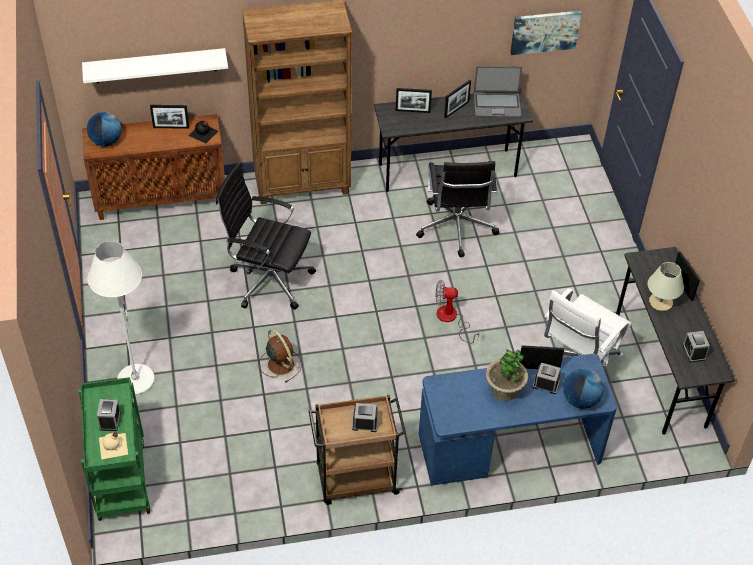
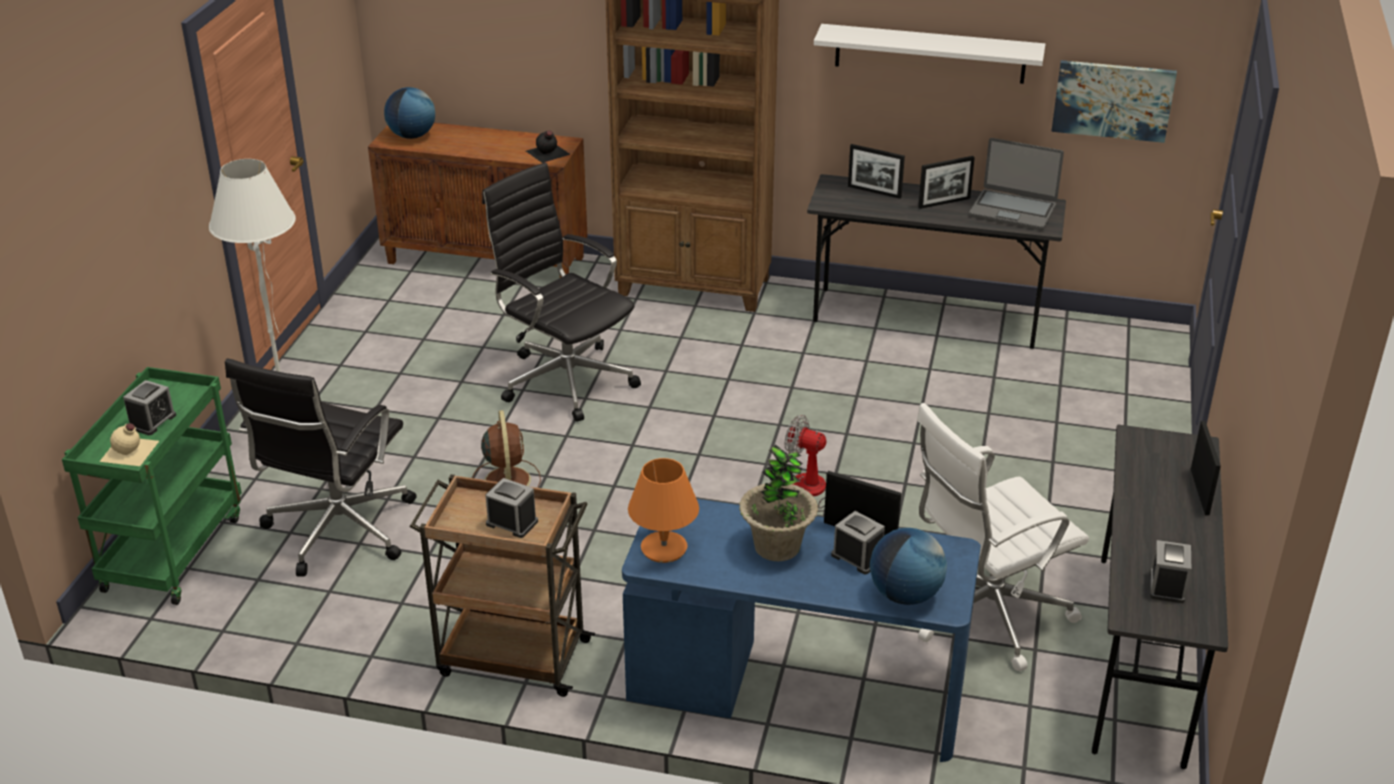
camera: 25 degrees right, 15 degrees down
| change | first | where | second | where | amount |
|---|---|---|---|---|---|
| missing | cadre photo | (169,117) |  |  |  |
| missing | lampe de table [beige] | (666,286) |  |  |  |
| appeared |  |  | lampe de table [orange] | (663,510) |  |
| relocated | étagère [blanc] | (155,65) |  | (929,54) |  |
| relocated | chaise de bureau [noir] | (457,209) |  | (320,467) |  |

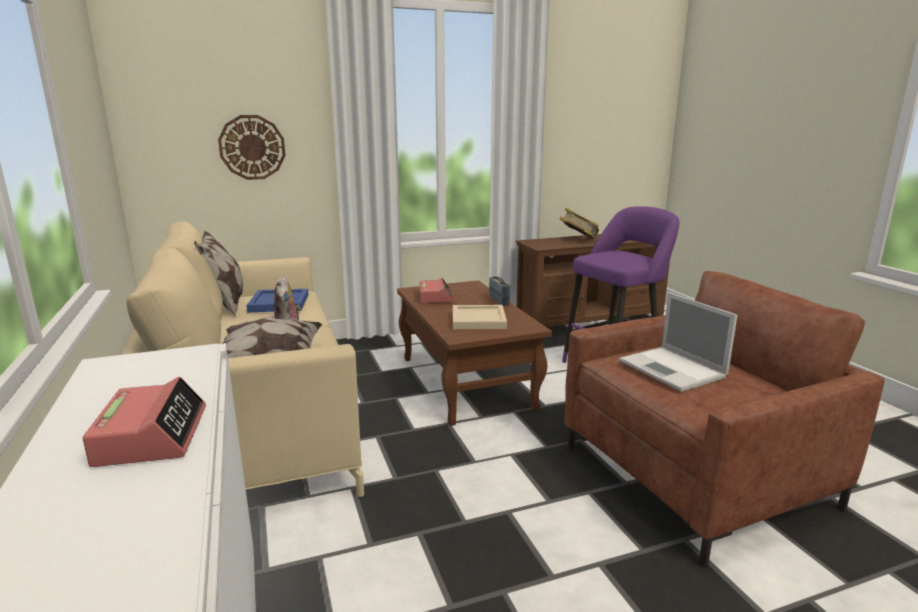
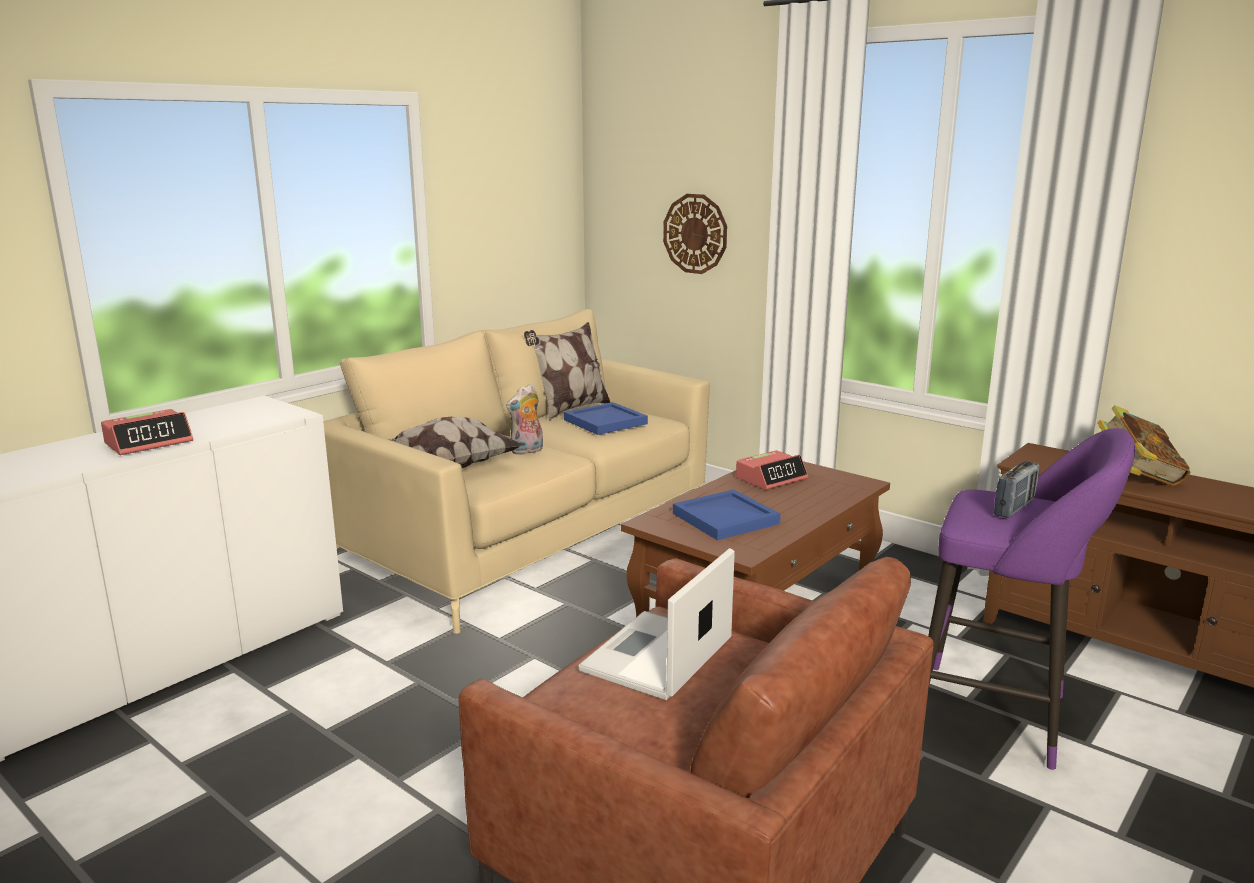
camera: 60 degrees right, 0 degrees up
| change | first | where | second | where | amount |
|---|---|---|---|---|---|
| relocated | radio | (499,291) |  | (1016,489) |  |
| colour | plateau [beige] | (480,317) | plateau [bleu] | (727,515) |  |

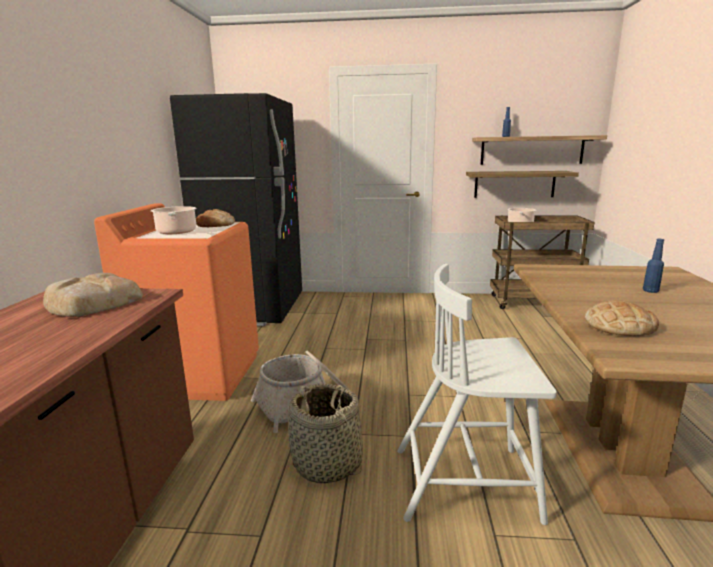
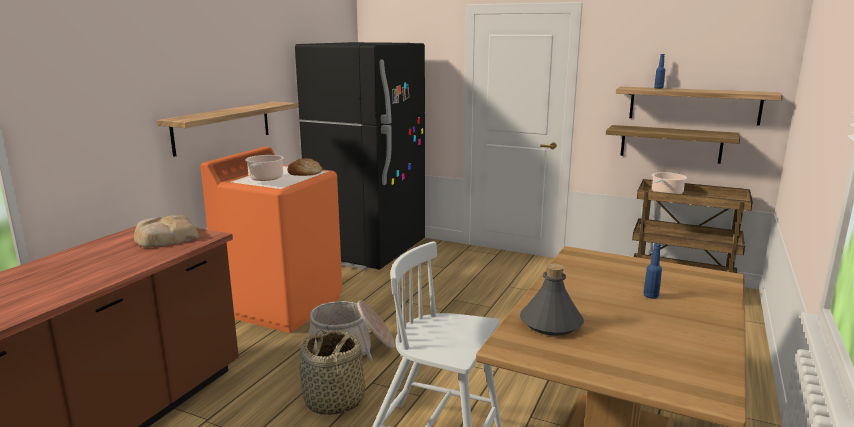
camera: 20 degrees right, 0 degrees up
| change | first | where | second | where | amount |
|---|---|---|---|---|---|
| appeared |  |  | étagère | (227,129) |  |
| exchanged | pain | (622,318) | bouteille [gris] | (552,300) |  |

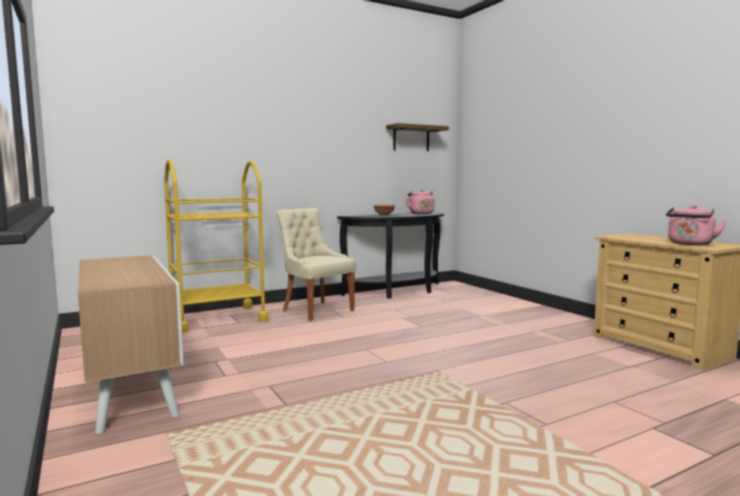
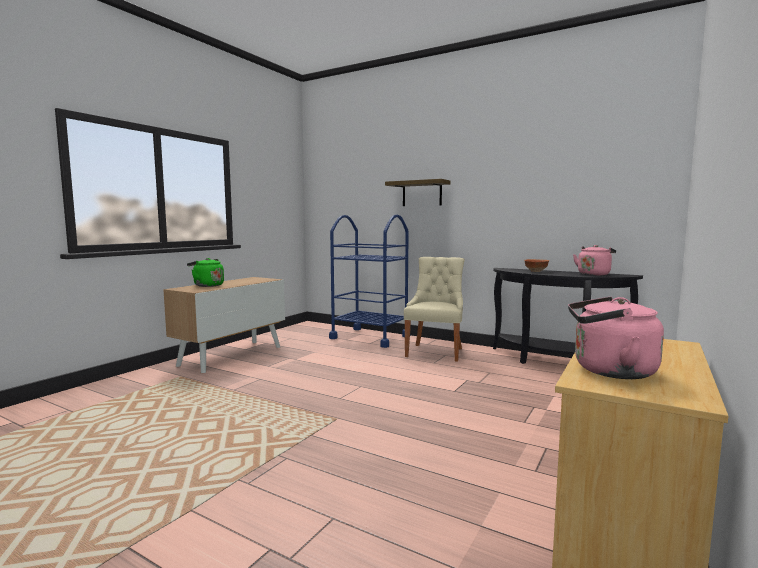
camera: 60 degrees right, 0 degrees up
| change | first | where | second | where | amount |
|---|---|---|---|---|---|
| appeared |  |  | bouilloire [vert] | (205,272) |  |
| relocated | étagère | (417,137) |  | (418,192) |  |
| colour | chariot [jaune] | (216,246) | chariot [bleu] | (369,281) |  |

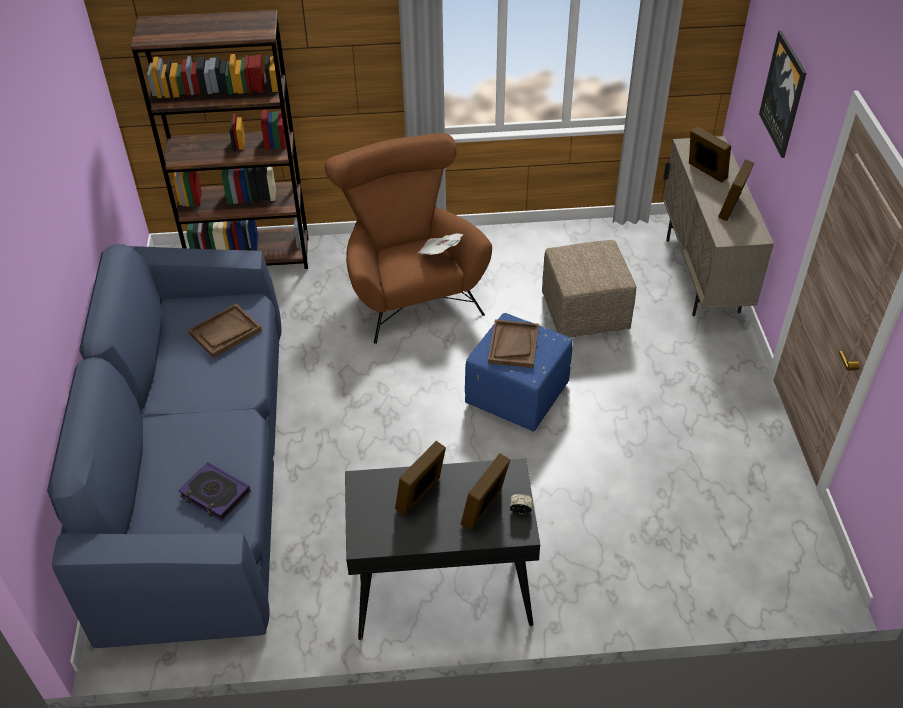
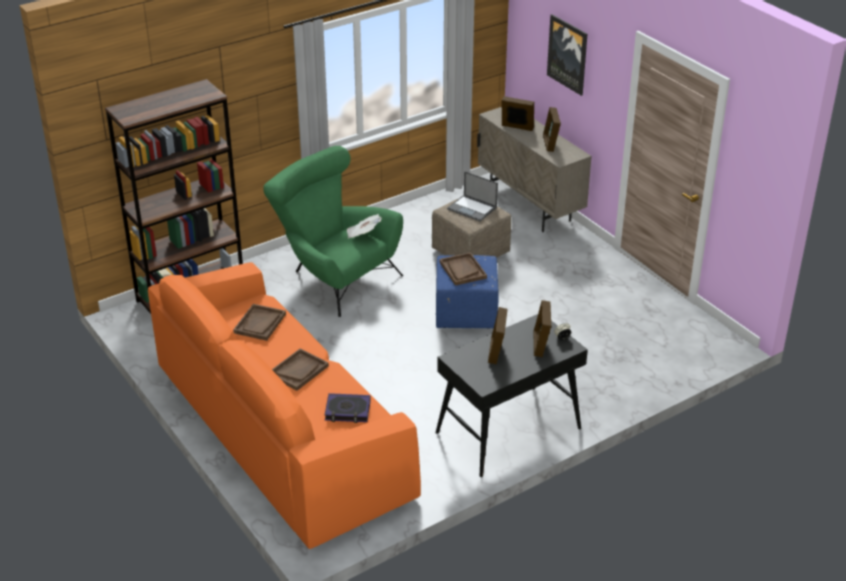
camera: 30 degrees left, 10 degrees down
| change | first | where | second | where | amount |
|---|---|---|---|---|---|
| appeared |  |  | plateau [marron] | (300,370) |  |
| appeared |  |  | ordinateur portable | (472,196) |  |
| colour | canapé [bleu] | (164,446) | canapé [orange] | (284,405) |  |
| colour | fauteuil [marron] | (408,238) | fauteuil [vert] | (333,231) |  |

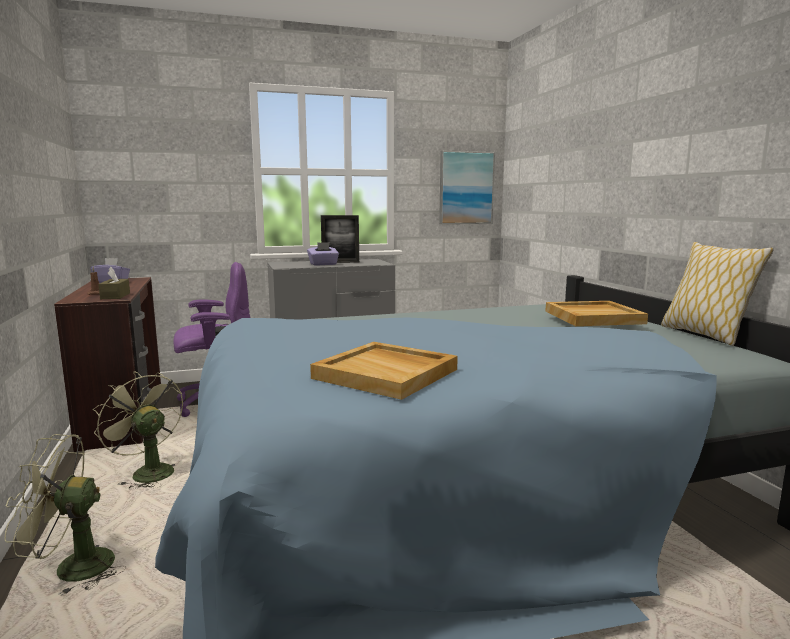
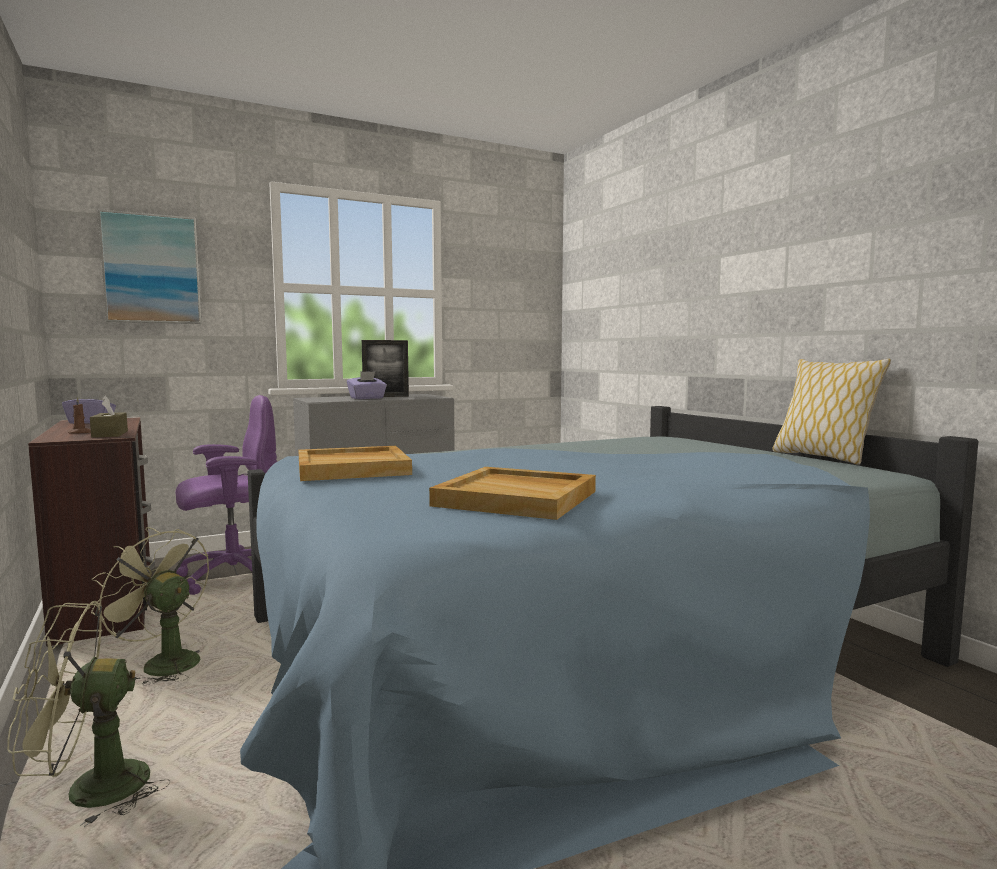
camera: 10 degrees left, 5 degrees down
| change | first | where | second | where | amount |
|---|---|---|---|---|---|
| relocated | tableau | (467,187) |  | (149,266) |  |
| relocated | plateau [beige] | (596,313) |  | (355,463) |  |

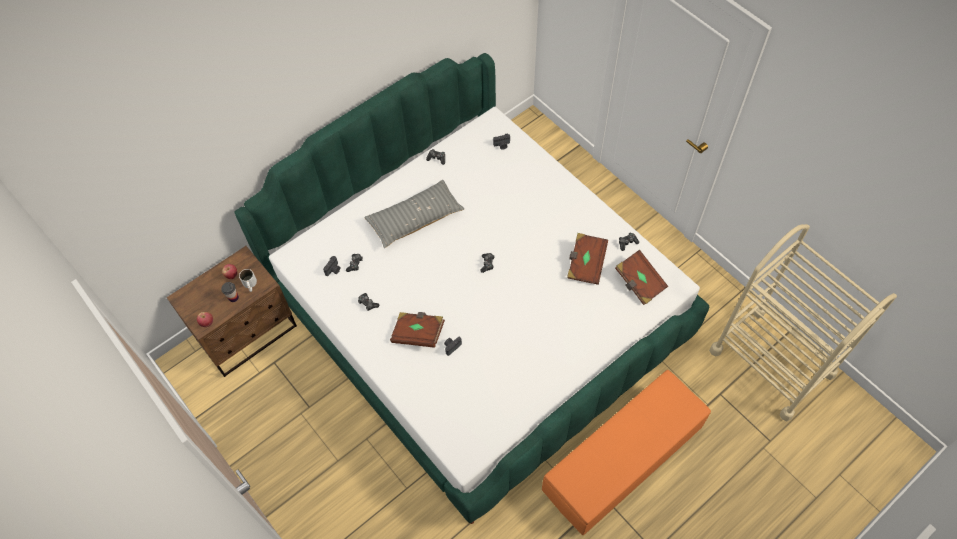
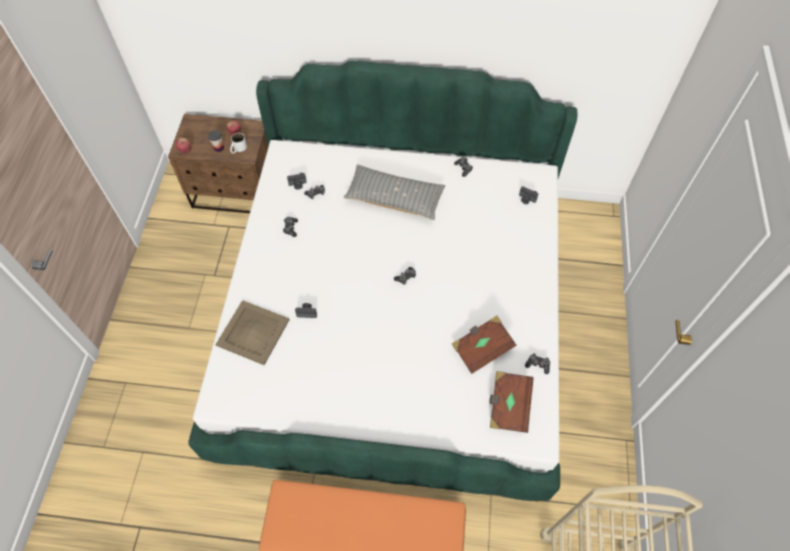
camera: 45 degrees right, 0 degrees up
| change | first | where | second | where | amount |
|---|---|---|---|---|---|
| missing | livre [marron] | (417,330) |  |  |  |
| appeared |  |  | plateau [beige] | (252,332) |  |

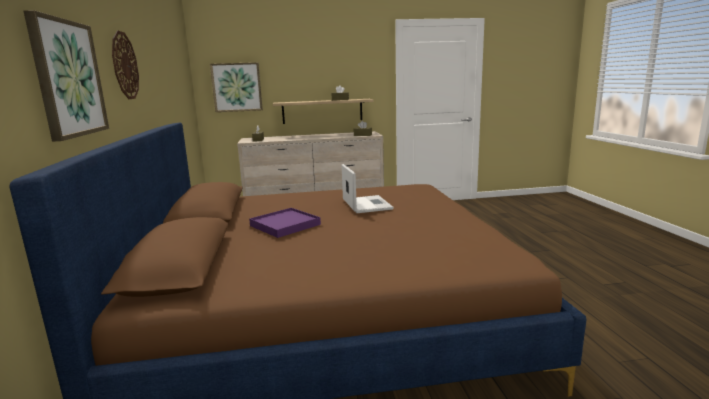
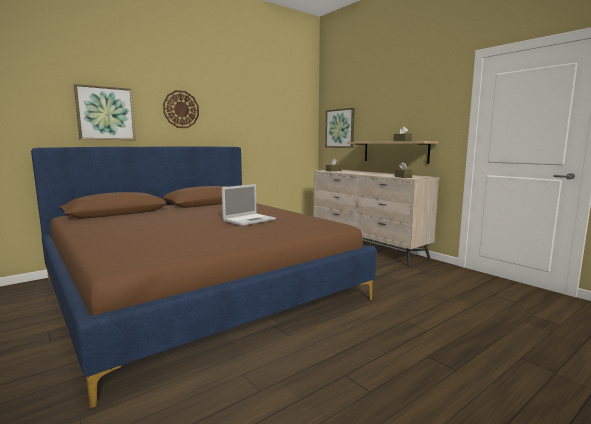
camera: 60 degrees right, 5 degrees down
| change | first | where | second | where | amount |
|---|---|---|---|---|---|
| missing | plateau [violet] | (285,223) |  |  |  |

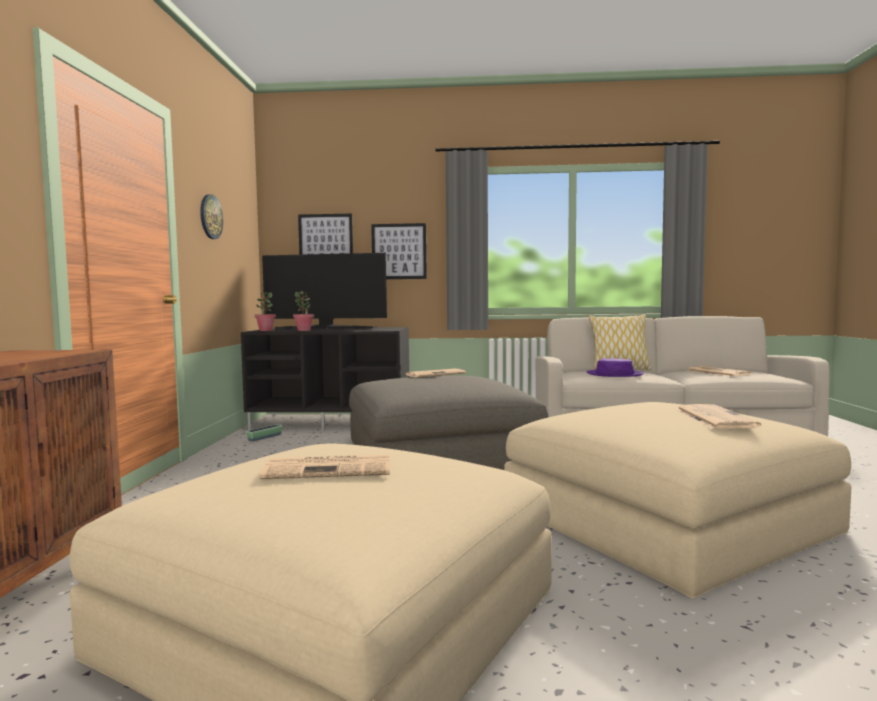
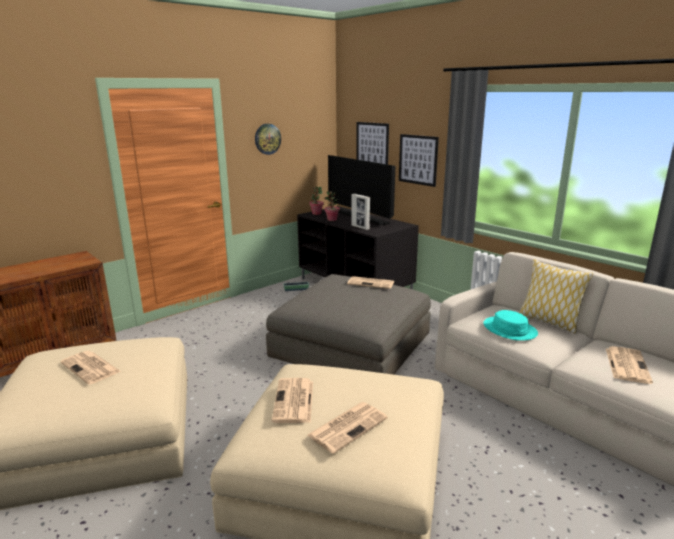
camera: 45 degrees right, 15 degrees up
| change | first | where | second | where | amount |
|---|---|---|---|---|---|
| appeared |  |  | journal | (292,400) |  |
| appeared |  |  | cadre photo | (360,212) |  |
| colour | chapeau [violet] | (615,367) | chapeau [turquoise] | (510,325) |  |

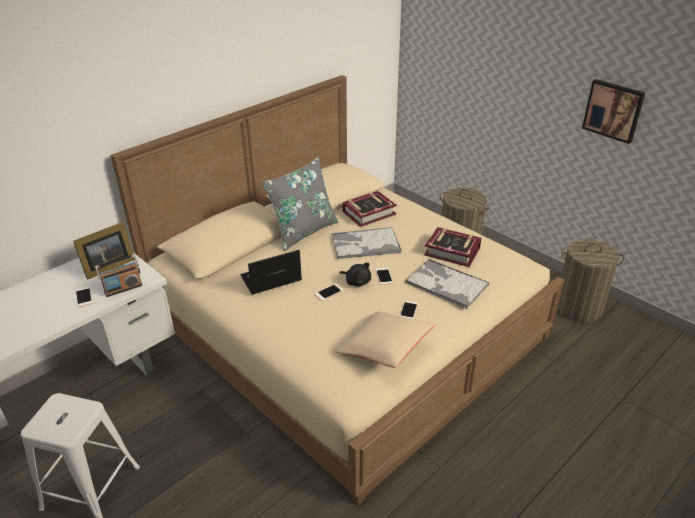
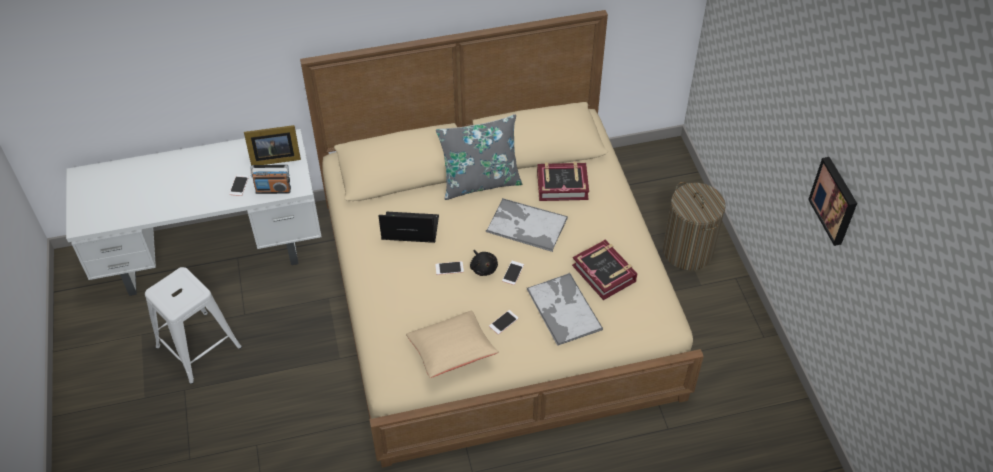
camera: 30 degrees right, 15 degrees up
| change | first | where | second | where | amount |
|---|---|---|---|---|---|
| missing | panier à linge | (591,280) |  |  |  |

